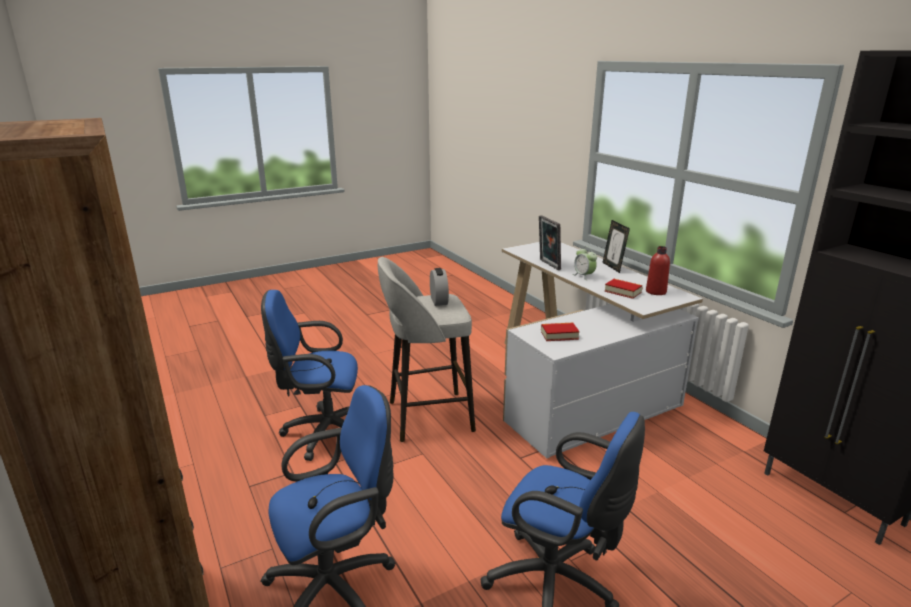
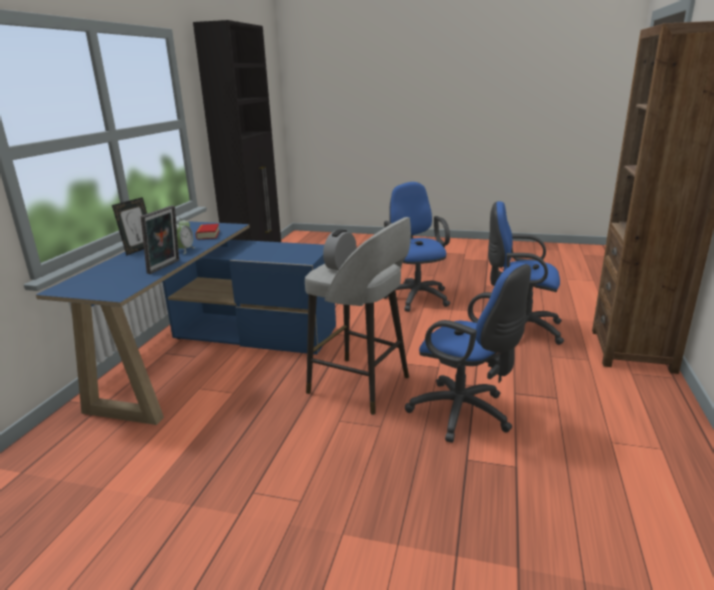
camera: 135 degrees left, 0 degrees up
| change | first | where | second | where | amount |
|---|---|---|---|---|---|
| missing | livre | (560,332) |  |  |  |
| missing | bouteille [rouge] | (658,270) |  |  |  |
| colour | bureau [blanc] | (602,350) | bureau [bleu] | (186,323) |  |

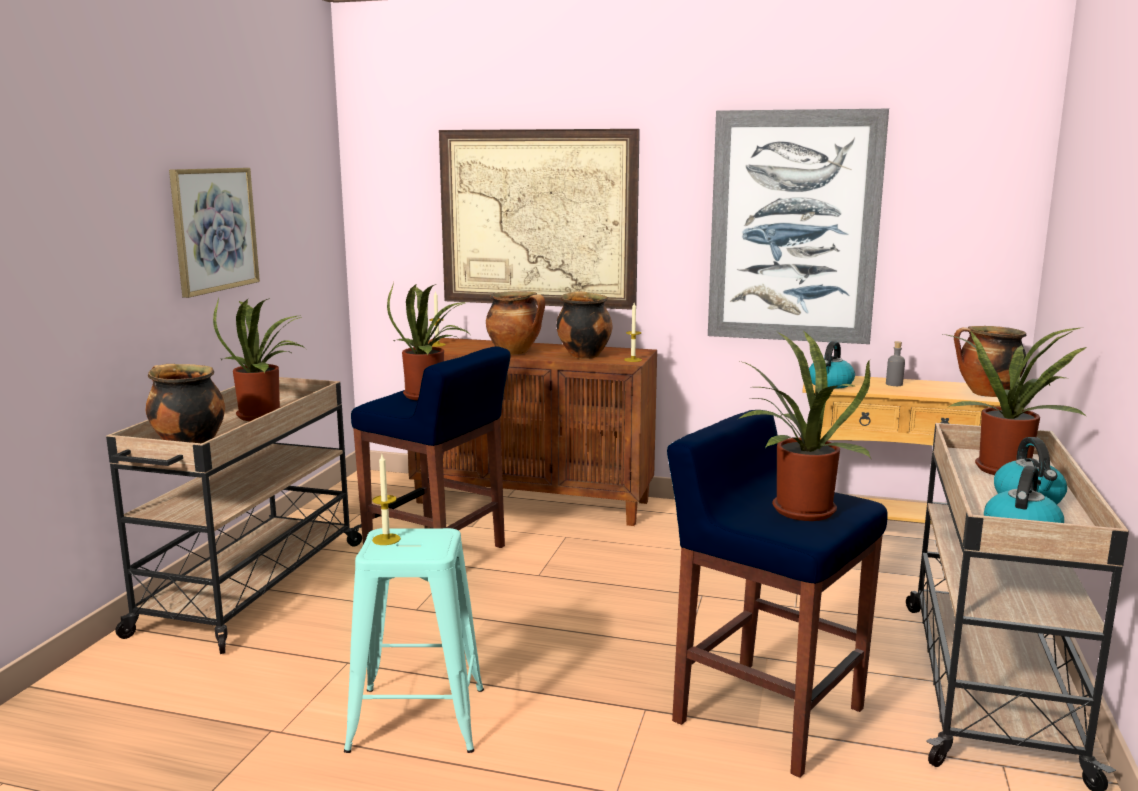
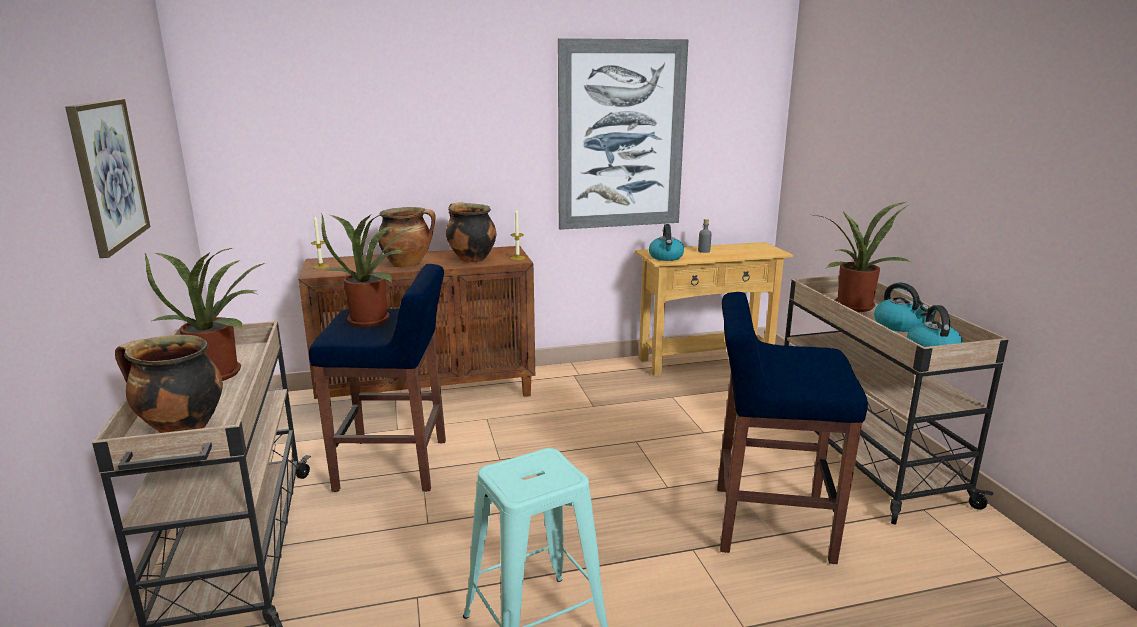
camera: 30 degrees left, 5 degrees up
| change | first | where | second | where | amount |
|---|---|---|---|---|---|
| missing | bougie | (386,500) |  |  |  |
| missing | tableau | (539,219) |  |  |  |
| missing | plante en pot | (805,426) |  |  |  |
| missing | marmite | (990,361) |  |  |  |

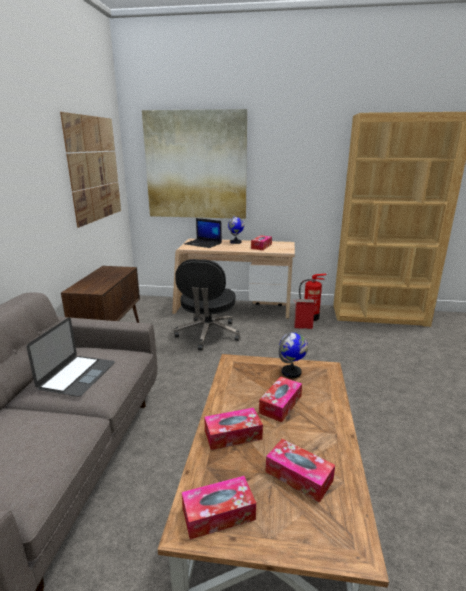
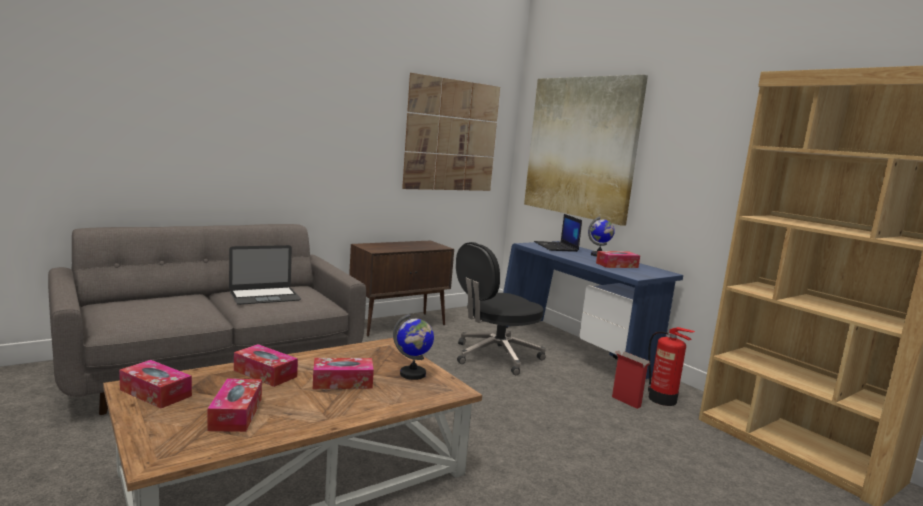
camera: 45 degrees right, 10 degrees down
| change | first | where | second | where | amount |
|---|---|---|---|---|---|
| colour | bureau [beige] | (233,279) | bureau [bleu] | (593,310) |  |

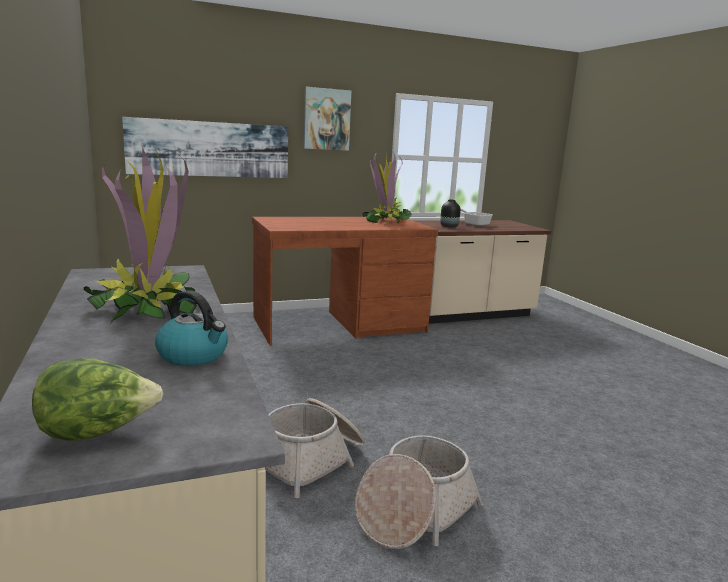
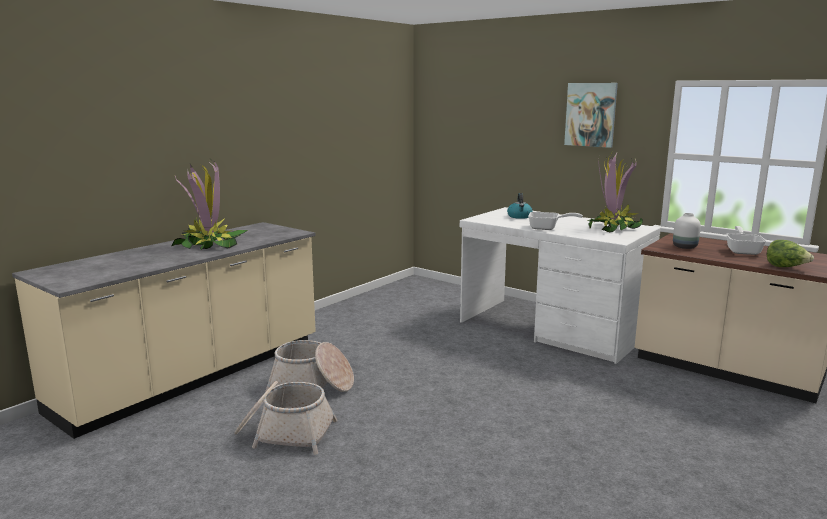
camera: 60 degrees right, 0 degrees up
| change | first | where | second | where | amount |
|---|---|---|---|---|---|
| missing | tableau | (205,147) |  |  |  |
| appeared |  |  | poêle | (555,221) |  |
| relocated | laitue | (98,399) |  | (790,253) |  |
| relocated | bouilloire | (191,328) |  | (520,206) |  |
| colour | bureau [marron] | (345,281) | bureau [blanc] | (560,285) |  |
| colour | vase [noir] | (450,214) | vase [blanc] | (687,231) |  |

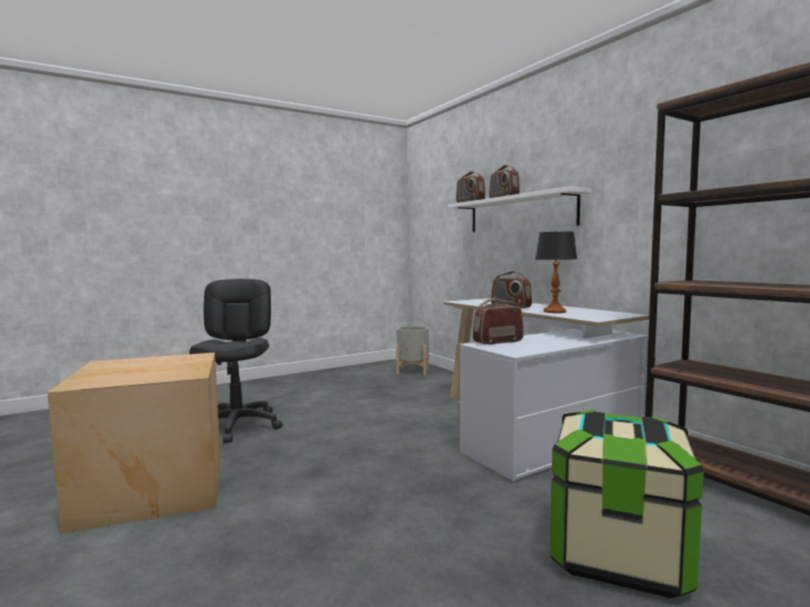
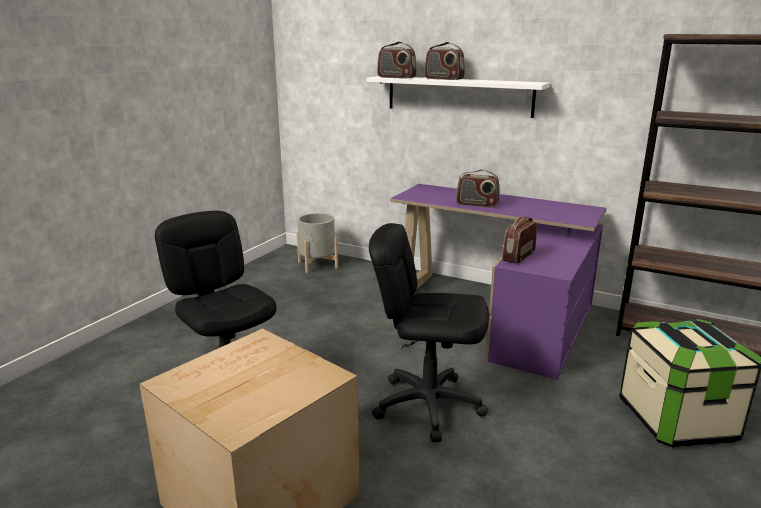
camera: 30 degrees left, 15 degrees up
| change | first | where | second | where | amount |
|---|---|---|---|---|---|
| missing | lampe de table | (556,272) |  |  |  |
| appeared |  |  | chaise de bureau [noir] | (429,332) |  |
| colour | bureau [blanc] | (546,389) | bureau [violet] | (498,282) |  |

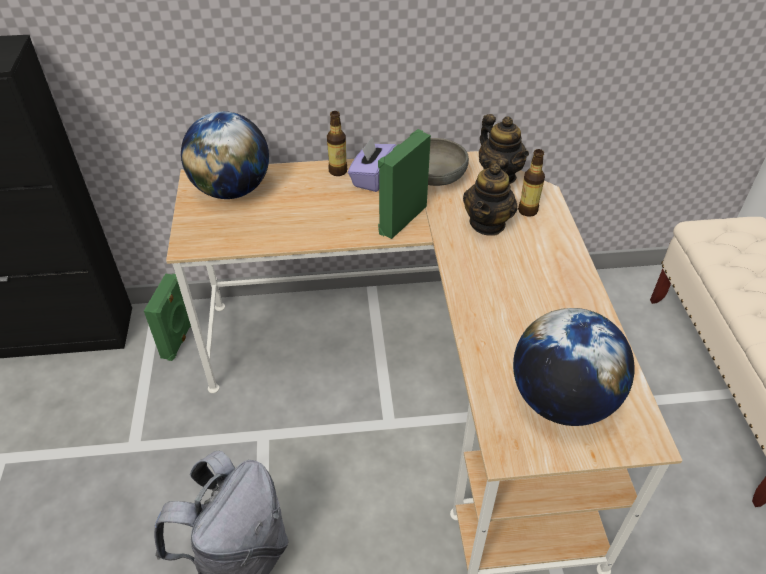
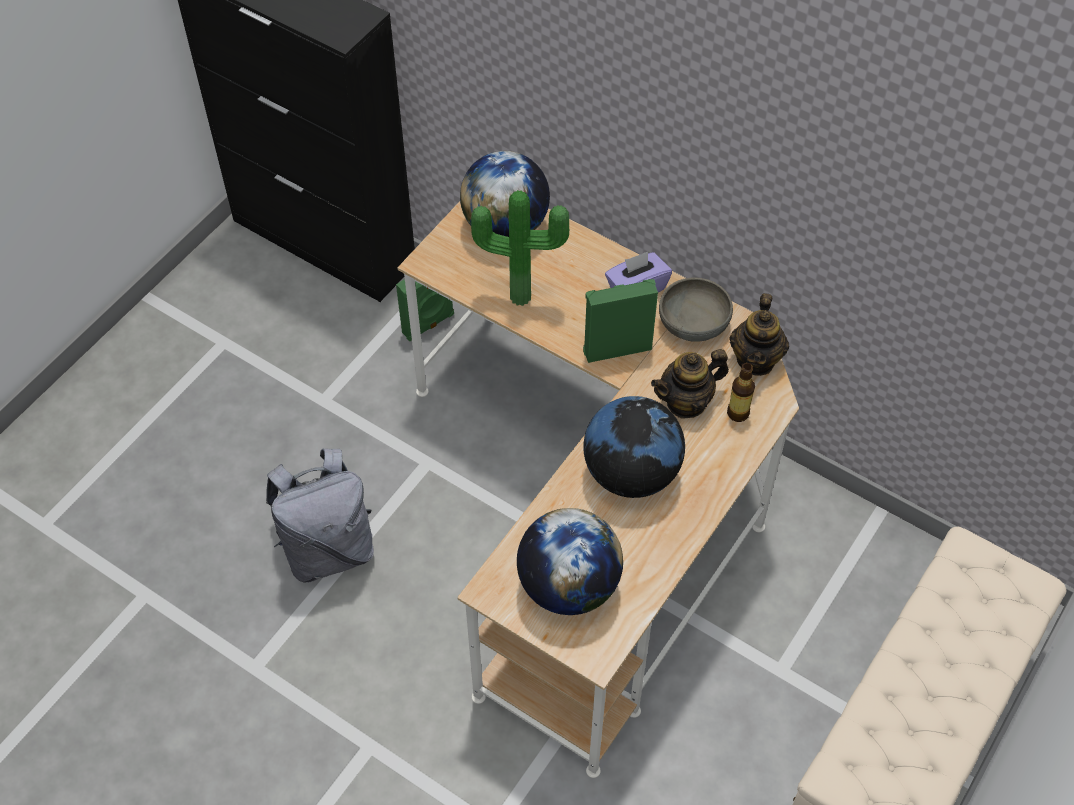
camera: 40 degrees right, 10 degrees up
| change | first | where | second | where | amount |
|---|---|---|---|---|---|
| missing | bouteille | (337,143) |  |  |  |
| appeared |  |  | plante en pot | (520,248) |  |
| appeared |  |  | globe | (634,447) |  |

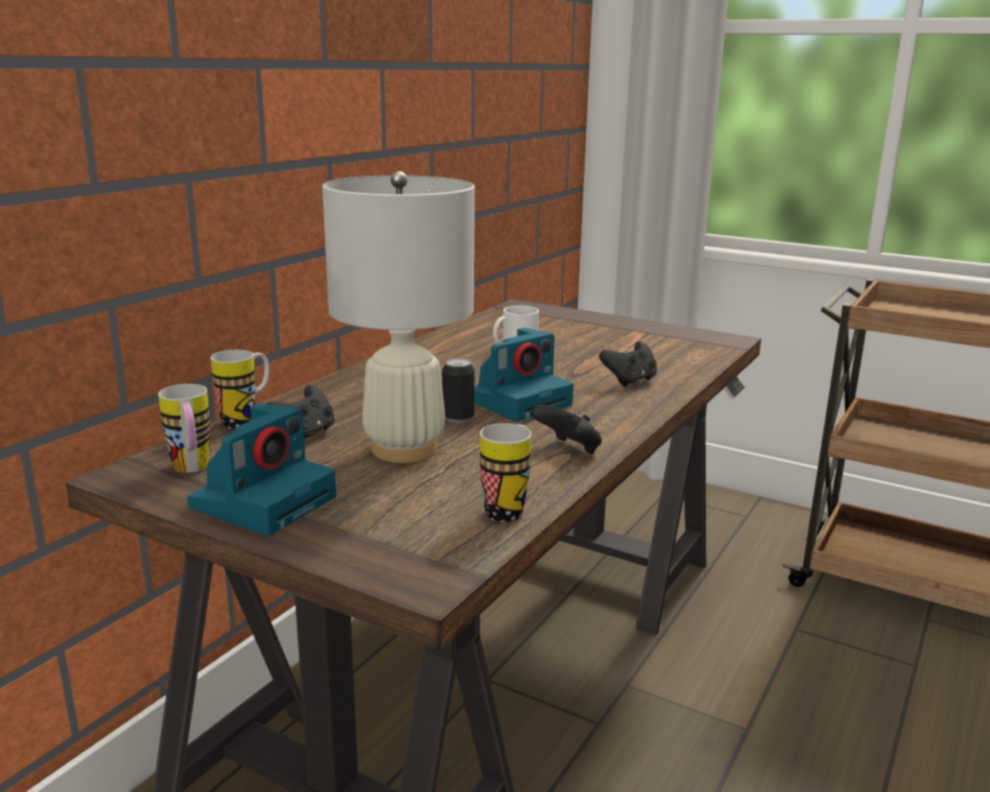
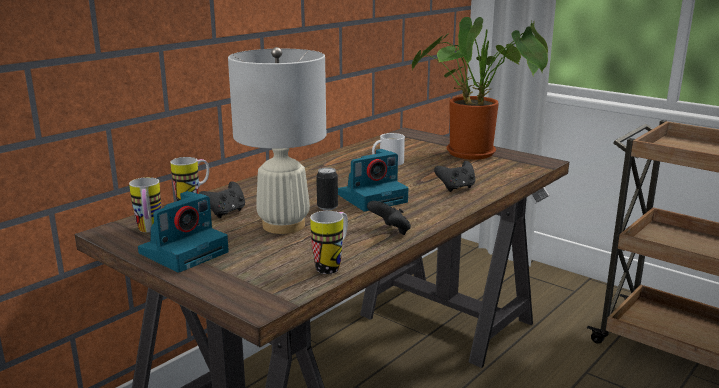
camera: 10 degrees right, 0 degrees up
| change | first | where | second | where | amount |
|---|---|---|---|---|---|
| appeared |  |  | plante en pot | (480,88) |  |

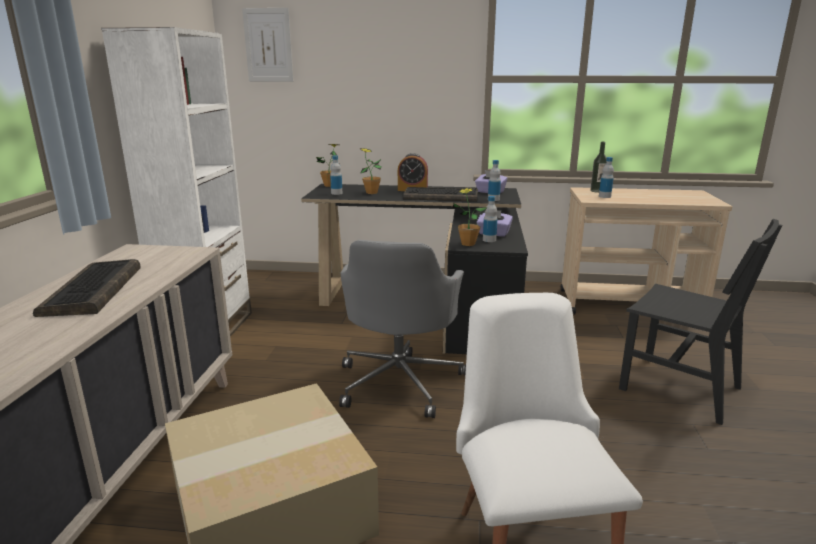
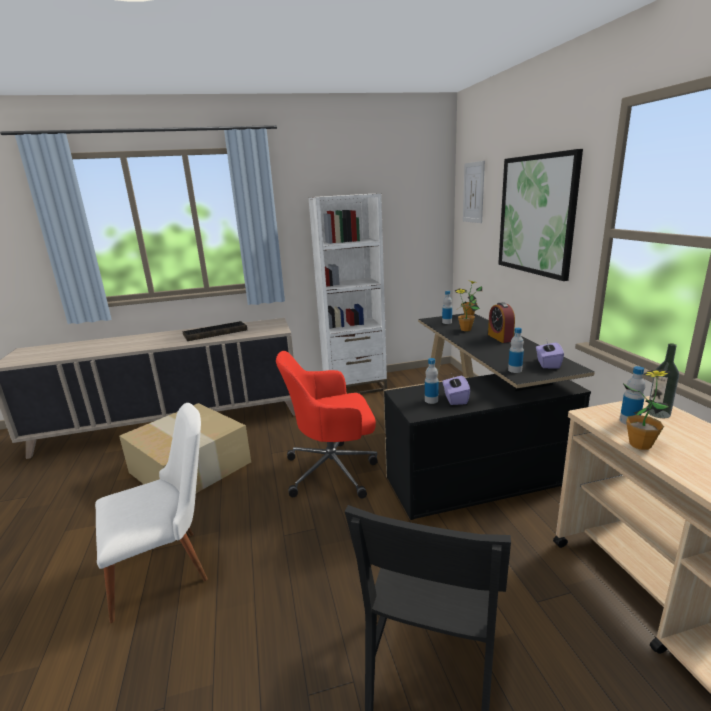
camera: 70 degrees right, 0 degrees up
| change | first | where | second | where | amount |
|---|---|---|---|---|---|
| missing | clavier | (440,194) |  |  |  |
| appeared |  |  | tableau | (540,215) |  |
| relocated | plante en pot | (470,217) |  | (647,410) |  |
| colour | chaise de bureau [gris] | (402,329) | chaise de bureau [rouge] | (327,425) |  |

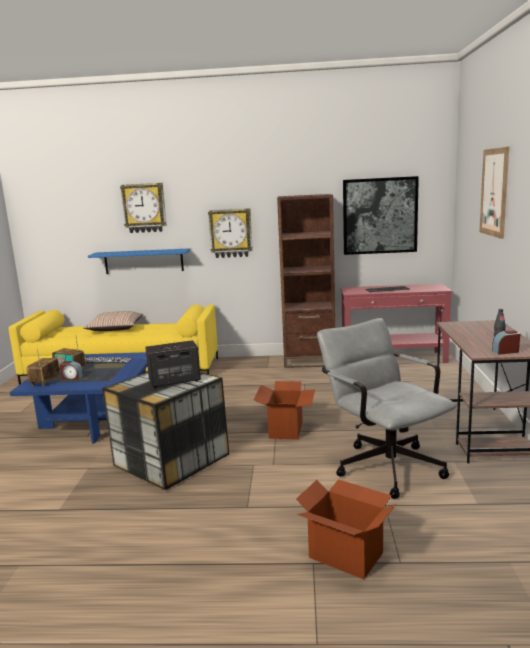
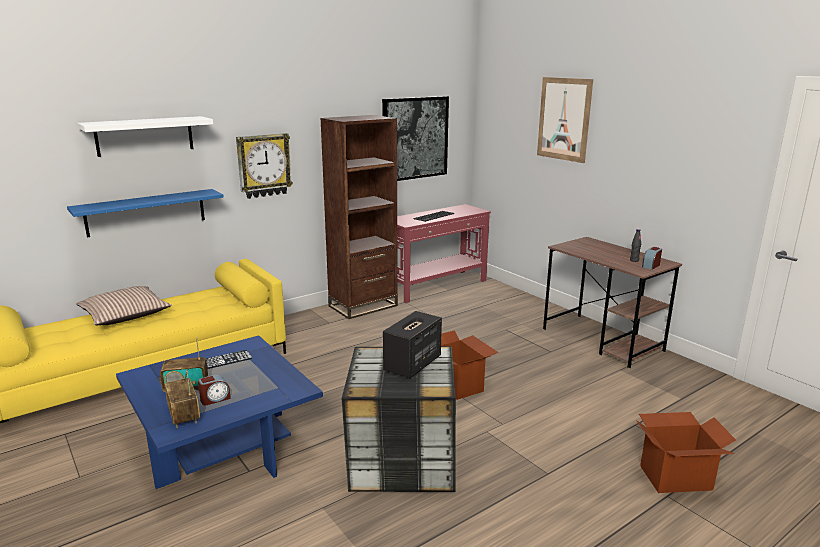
camera: 40 degrees left, 5 degrees up
| change | first | where | second | where | amount |
|---|---|---|---|---|---|
| missing | chaise de bureau [gris] | (387,408) |  |  |  |
| exchanged | horloge murale | (143,208) | étagère [blanc] | (145,136) |  |

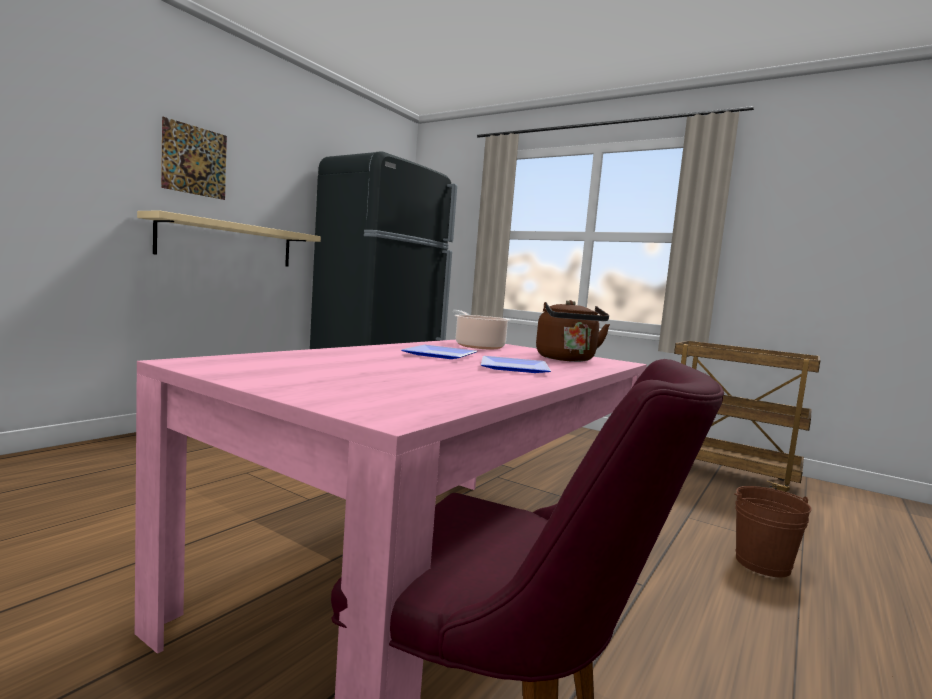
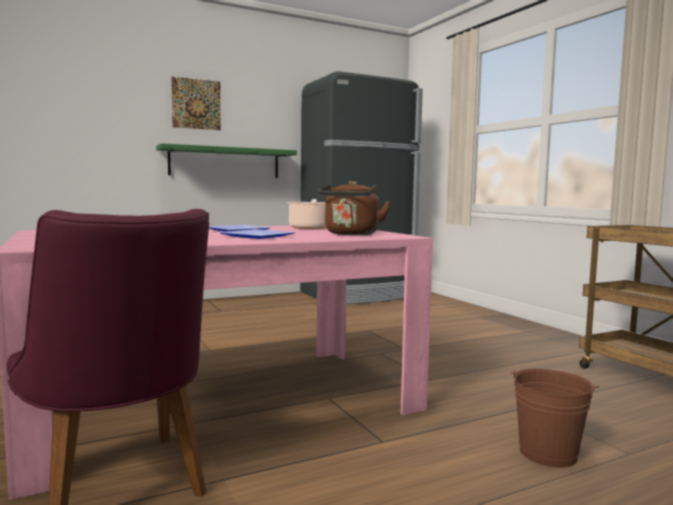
camera: 30 degrees right, 0 degrees up
| change | first | where | second | where | amount |
|---|---|---|---|---|---|
| colour | étagère [beige] | (229,238) | étagère [vert] | (226,160) |  |

